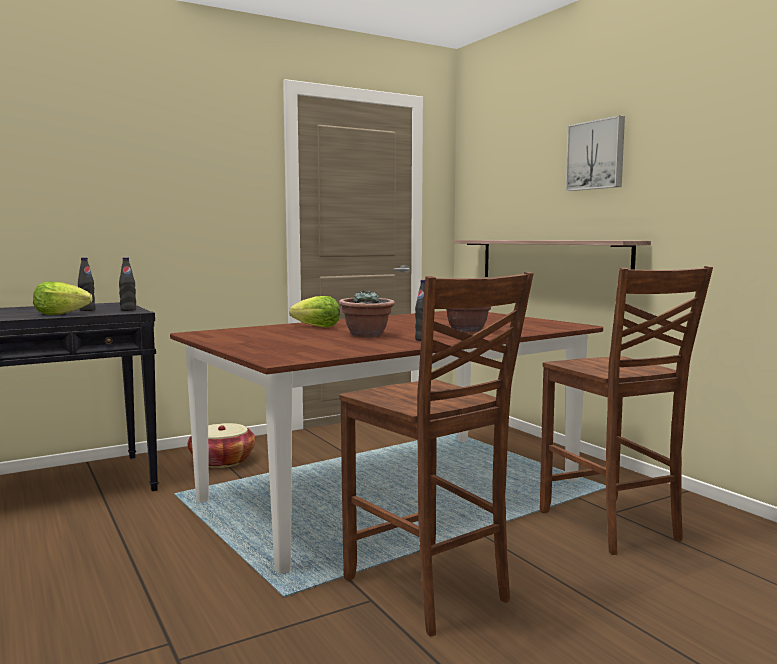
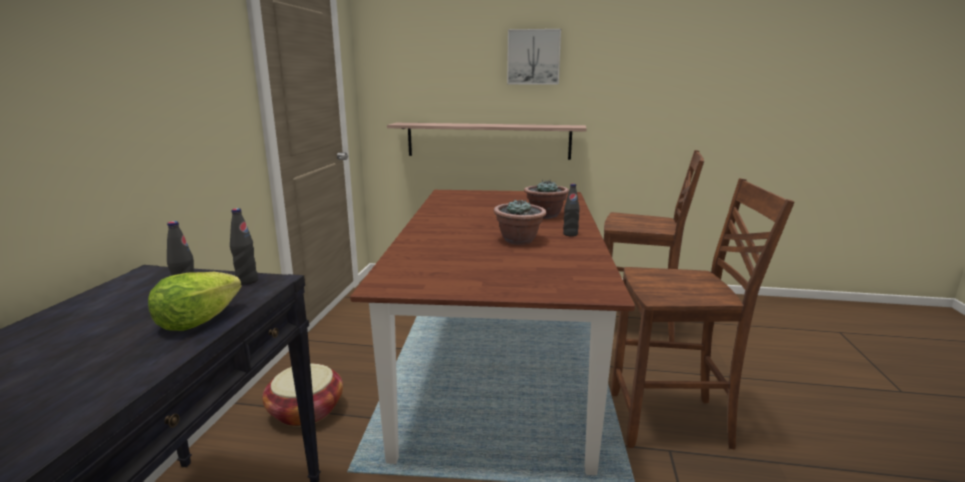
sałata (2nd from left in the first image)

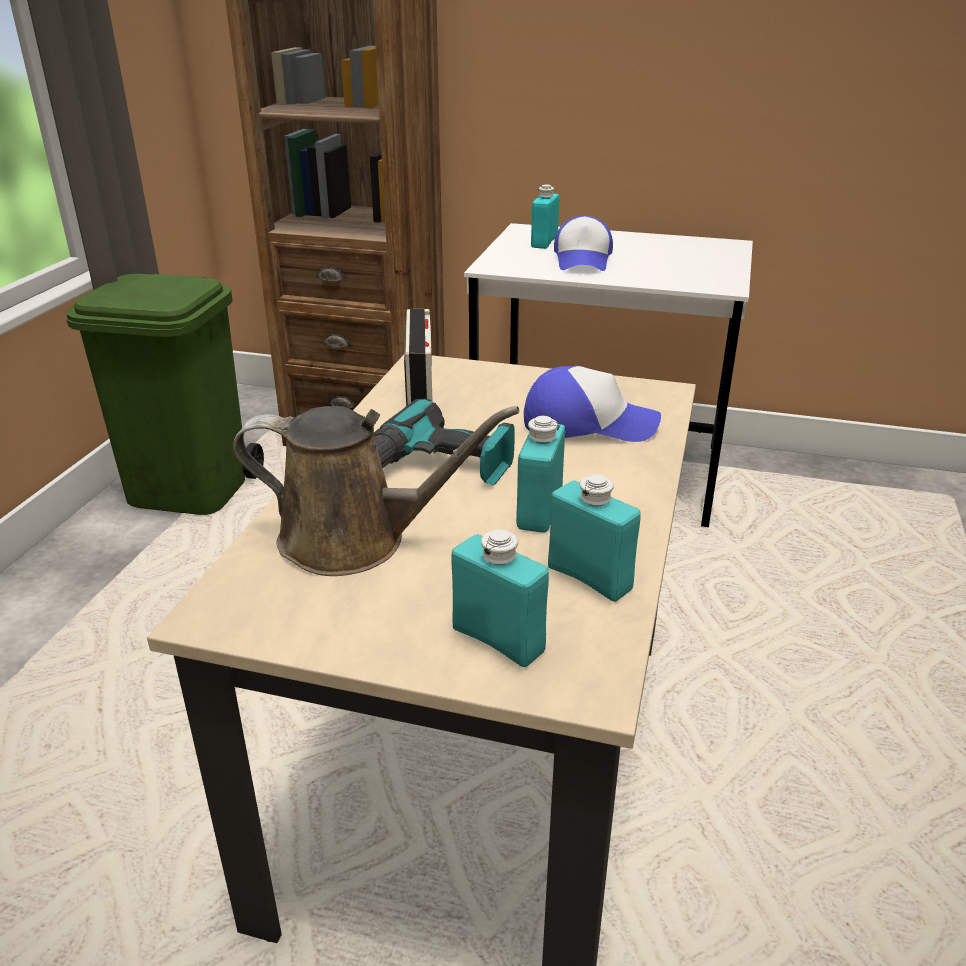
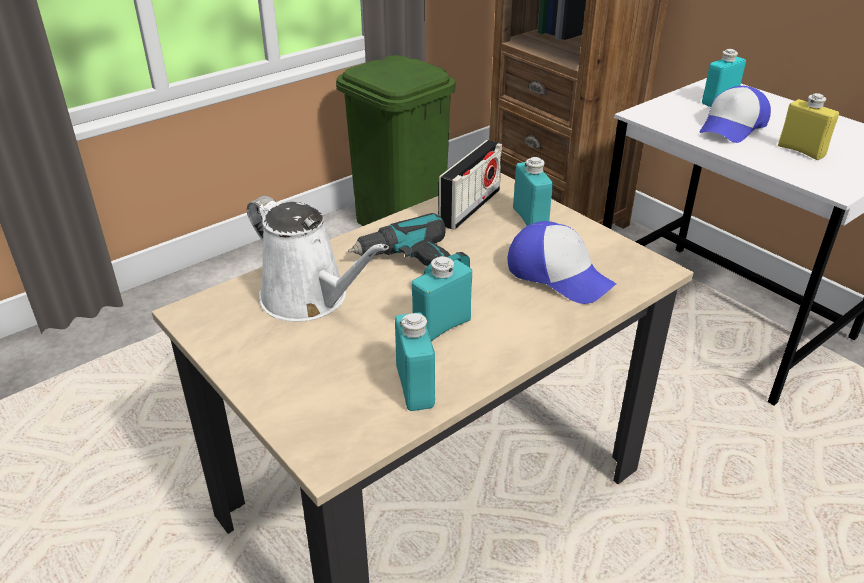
konewka [biały]
butelka [turkusowy] (3rd from left)
butelka [żółty]

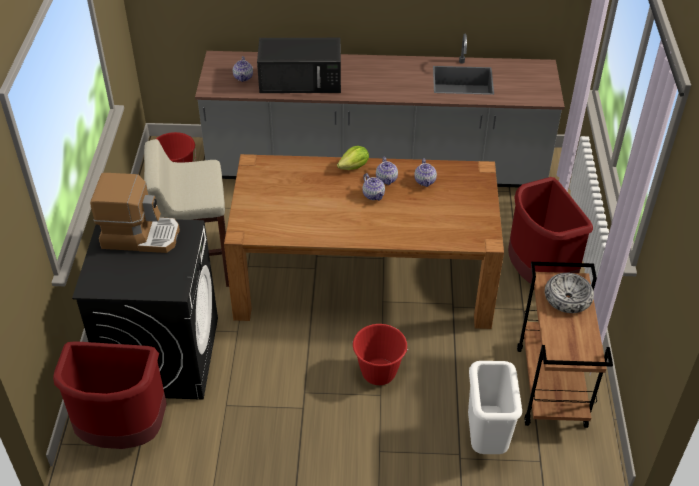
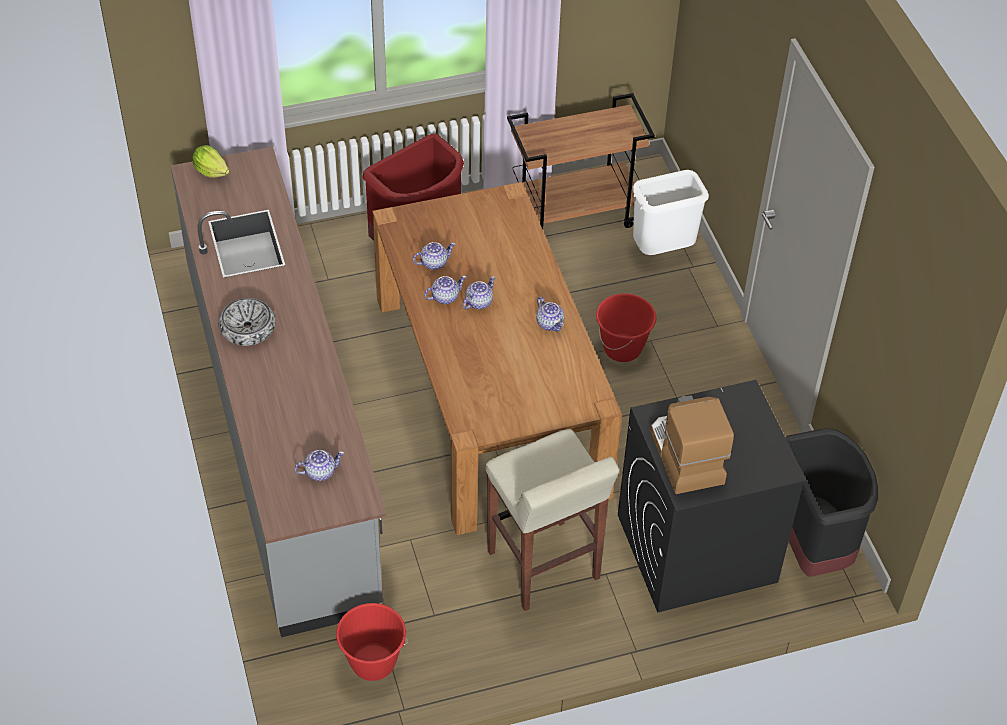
kosz na śmieci [czarny]
mikrofalówka [czarny]
sałata
miska
imbryk (5th from left)

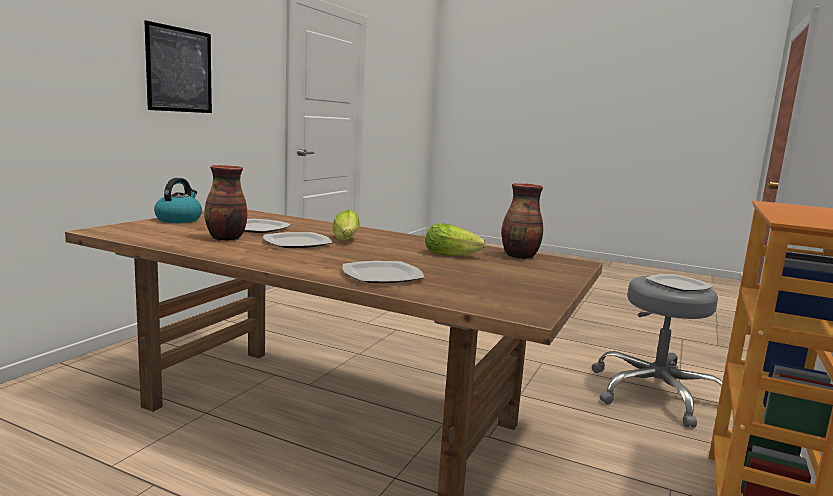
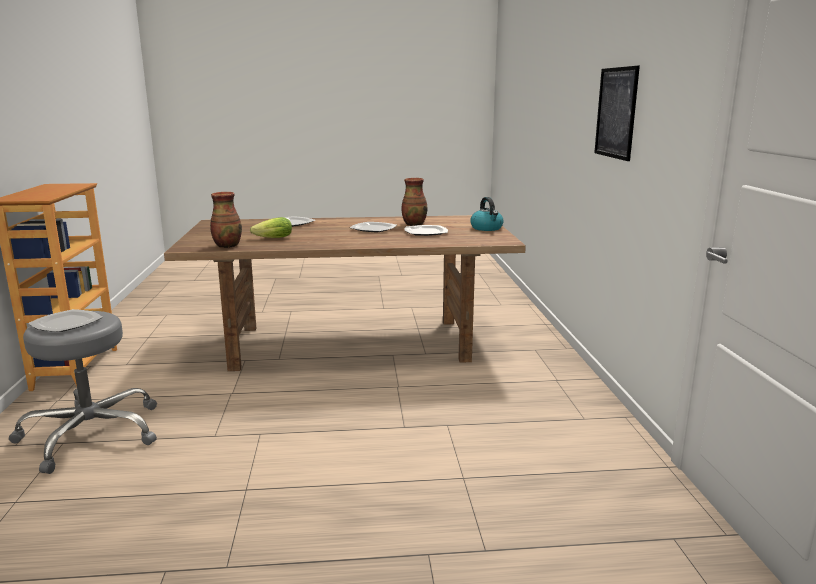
sałata (1st from left in the first image)

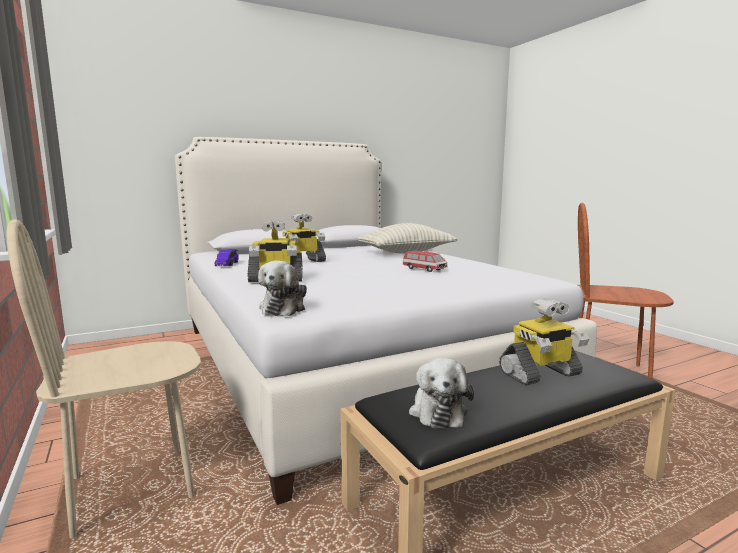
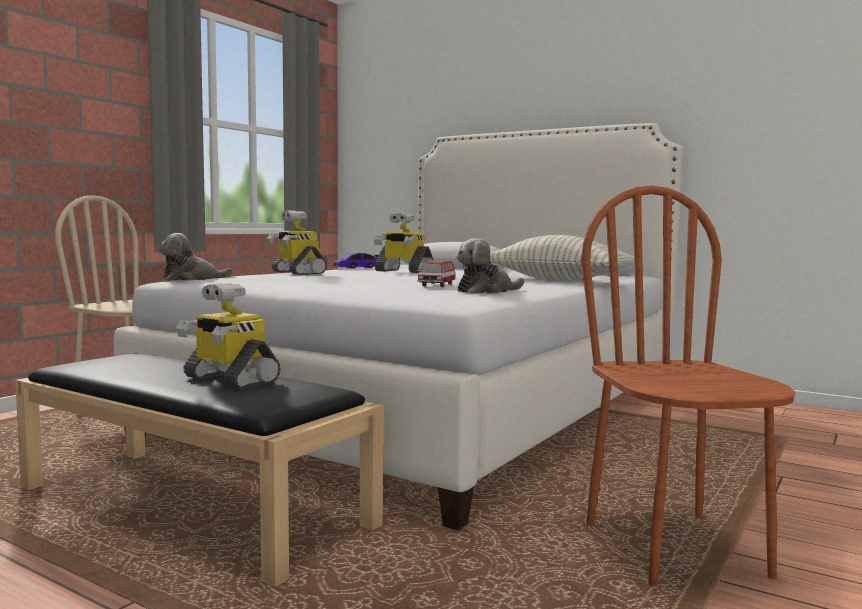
pluszak (2nd from left)

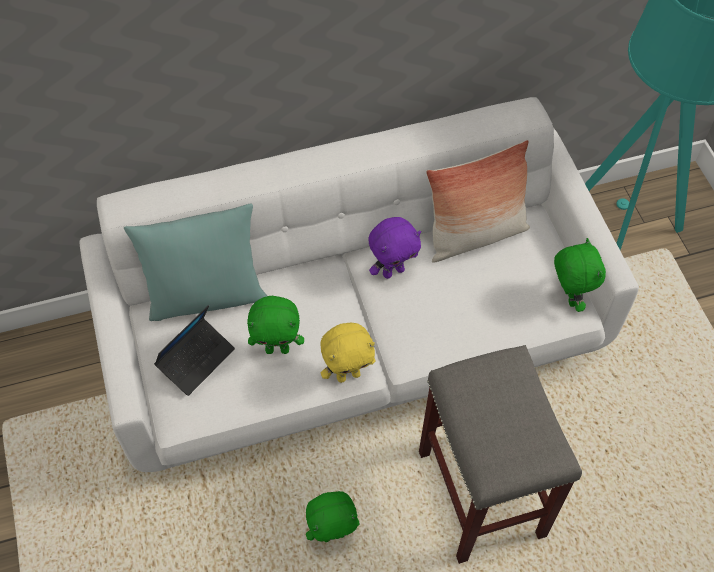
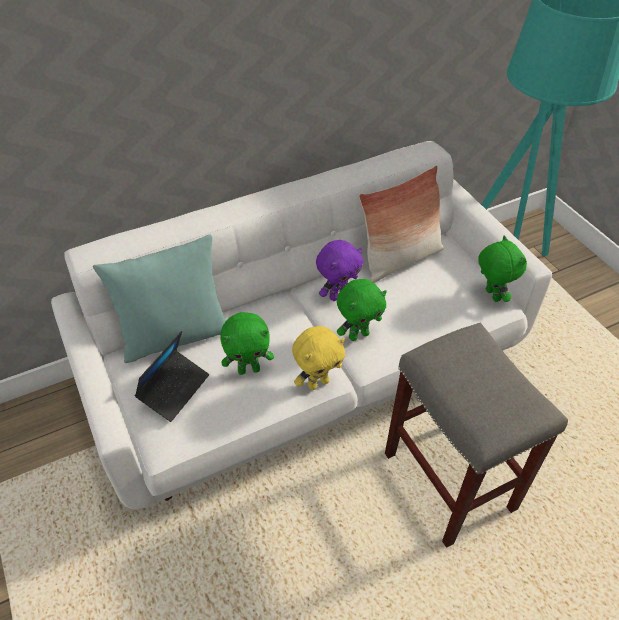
pluszak [zielony] (2nd from left)

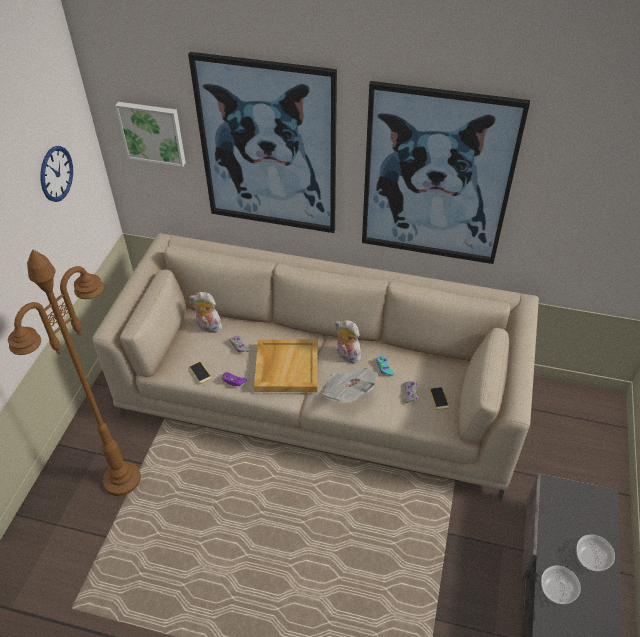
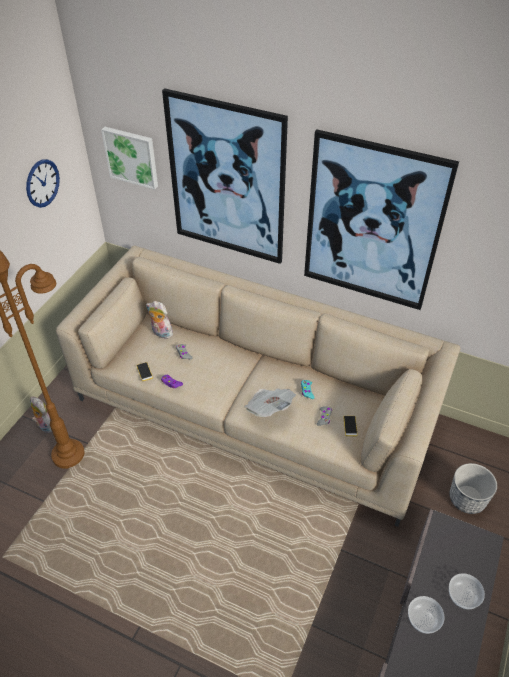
taca [beżowy]
pluszak (1st from left)
donica

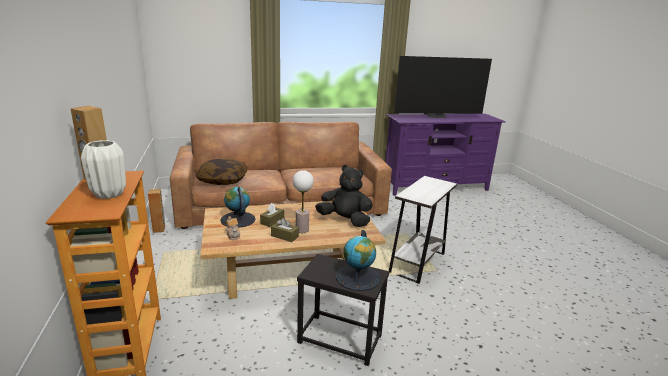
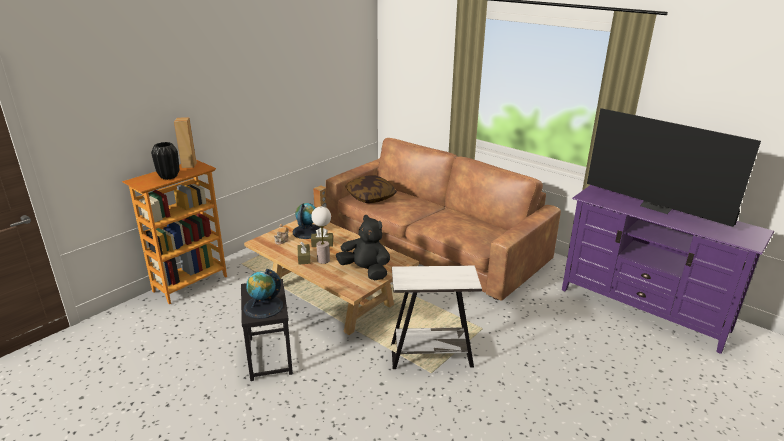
wazon [czarny]
pluszak [czarny]

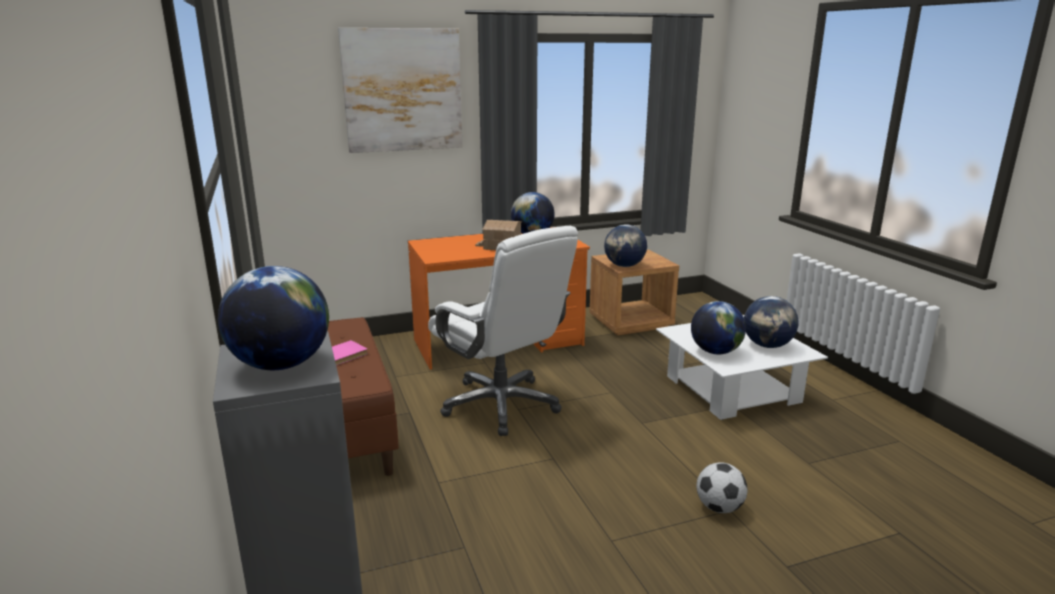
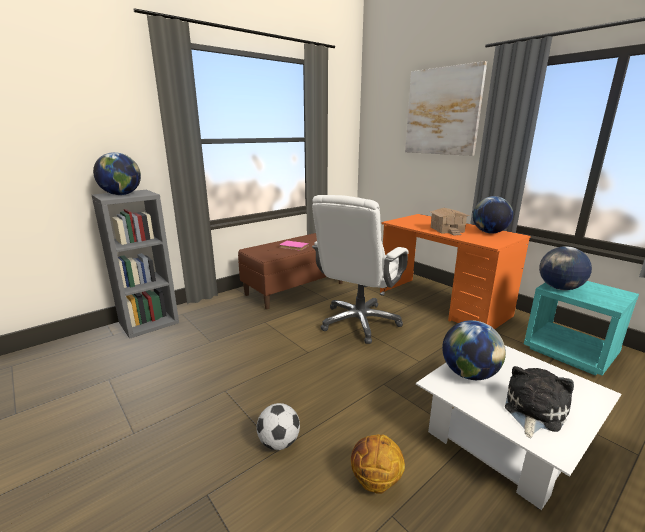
szafka nocna [turkusowy]
pluszak
piłka do koszykówki

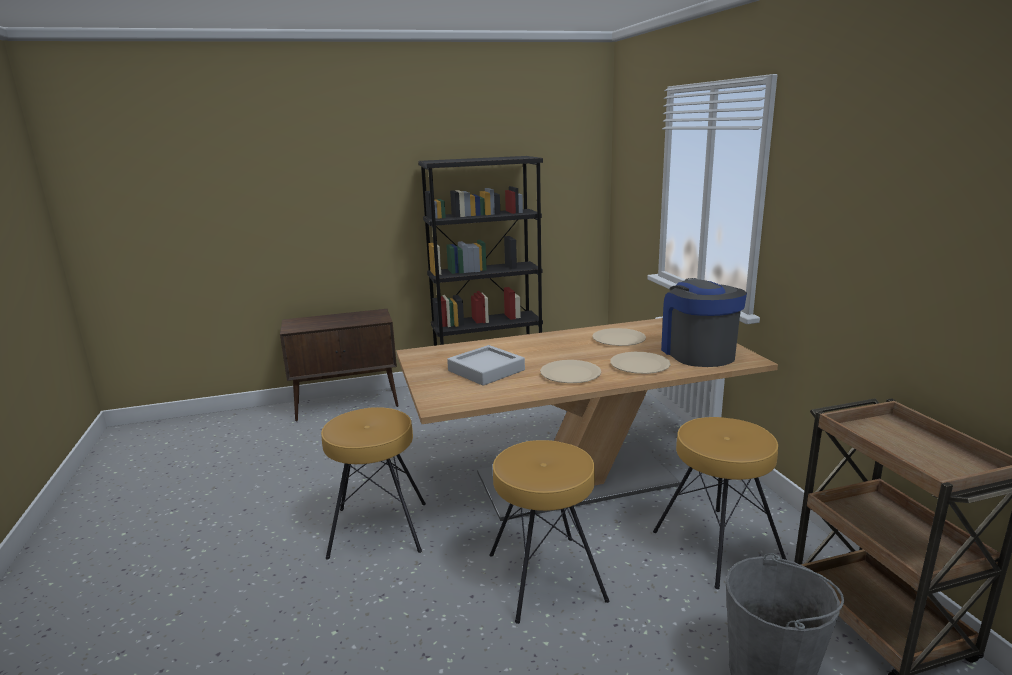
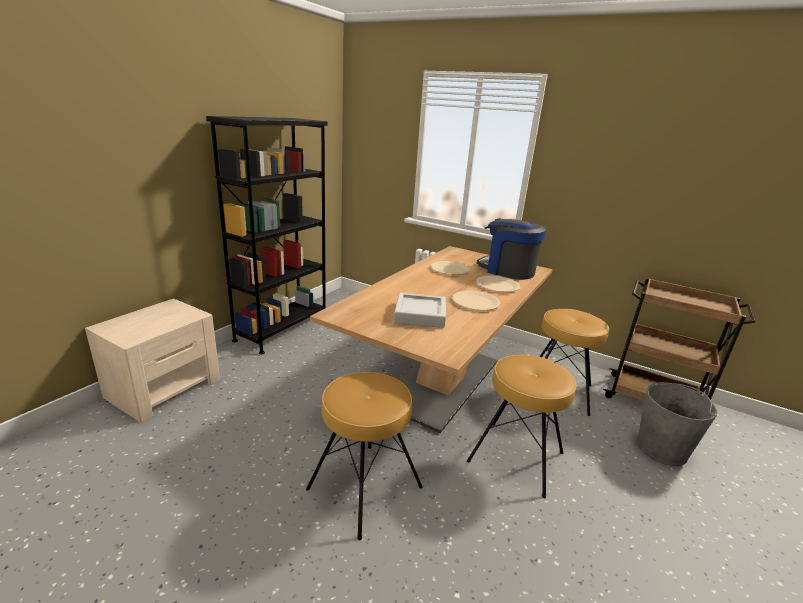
szafka nocna [beżowy]

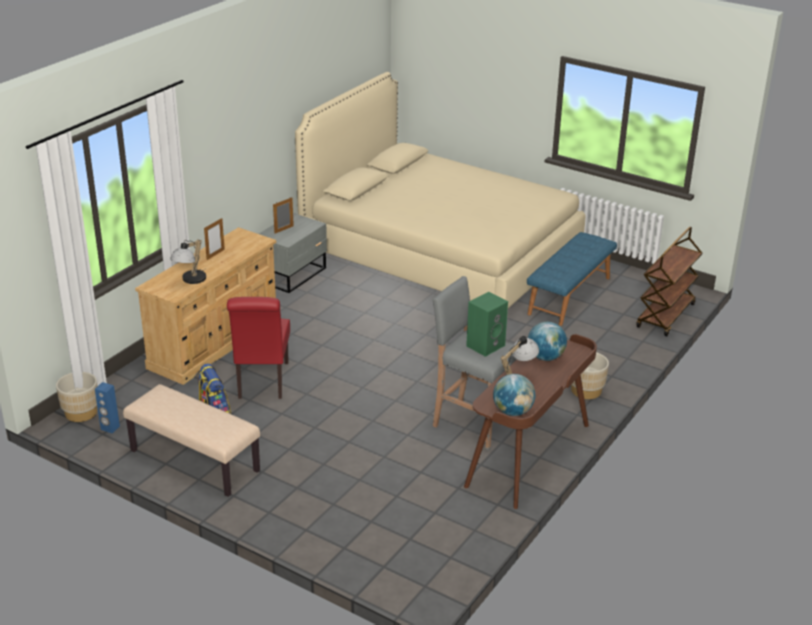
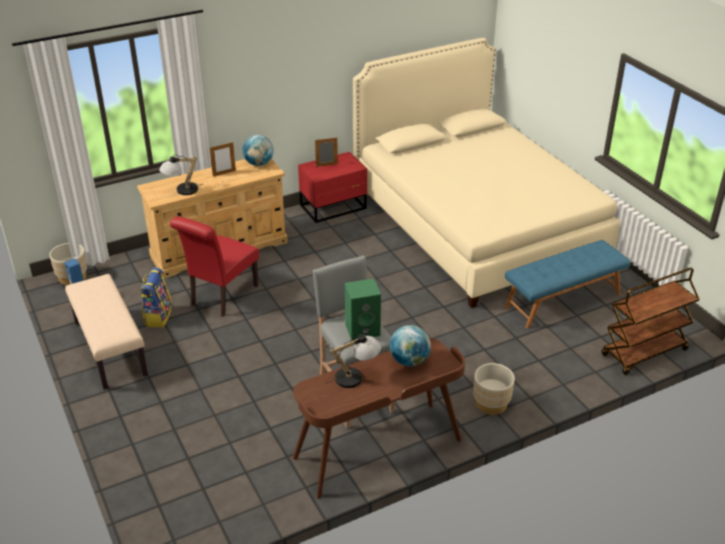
szafka nocna [czerwony]
globus (1st from left)

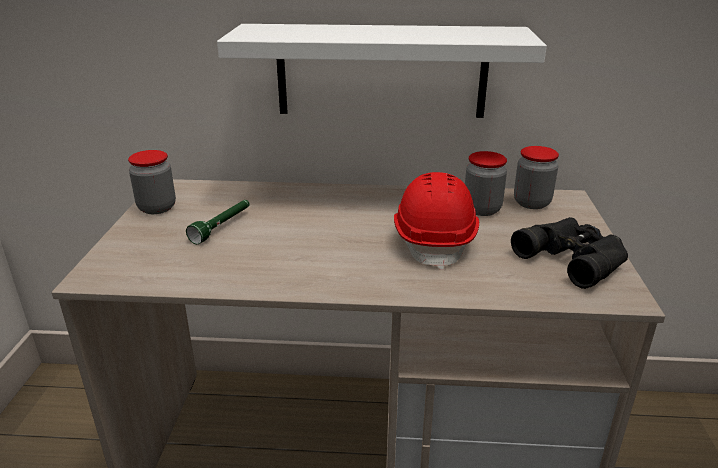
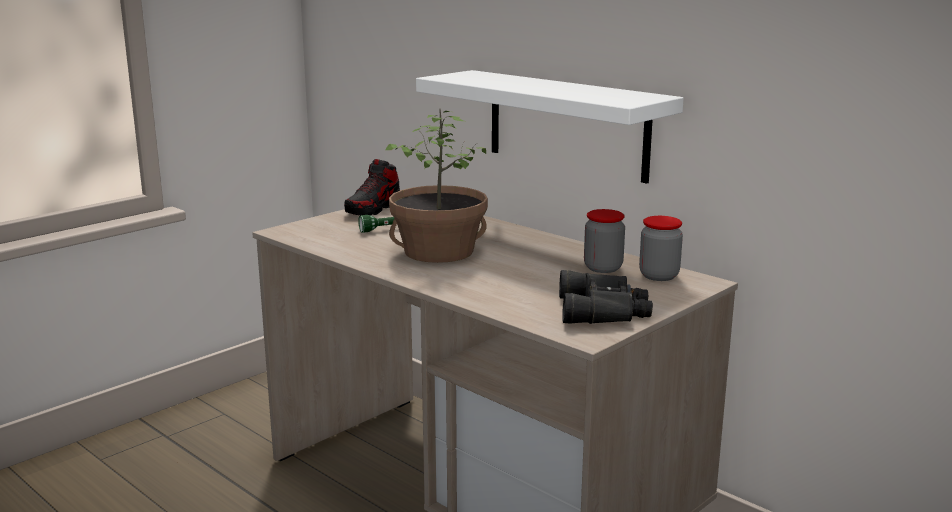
but
kask [czerwony]
roślina doniczkowa

